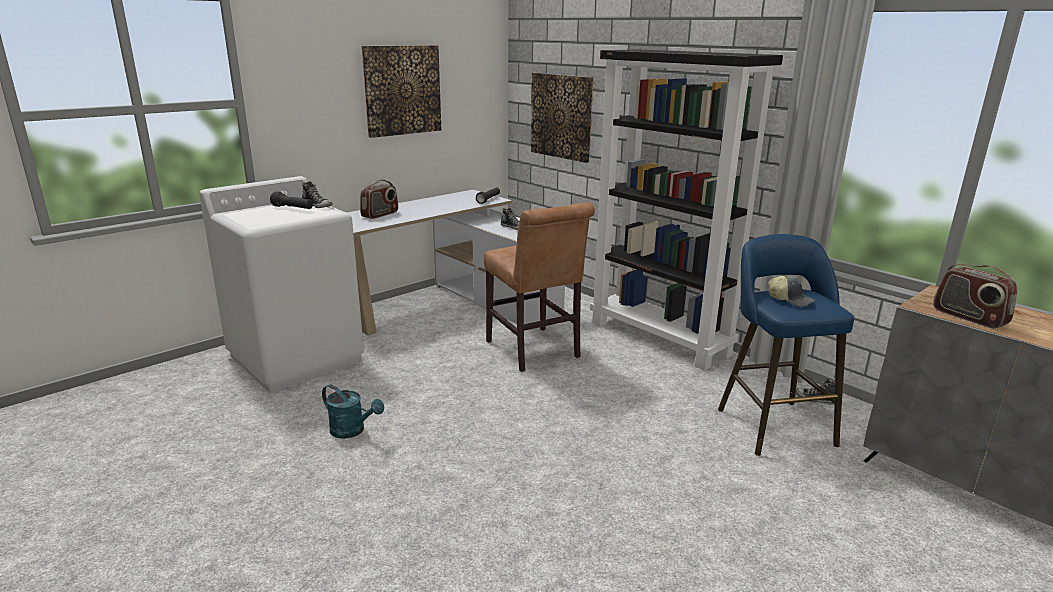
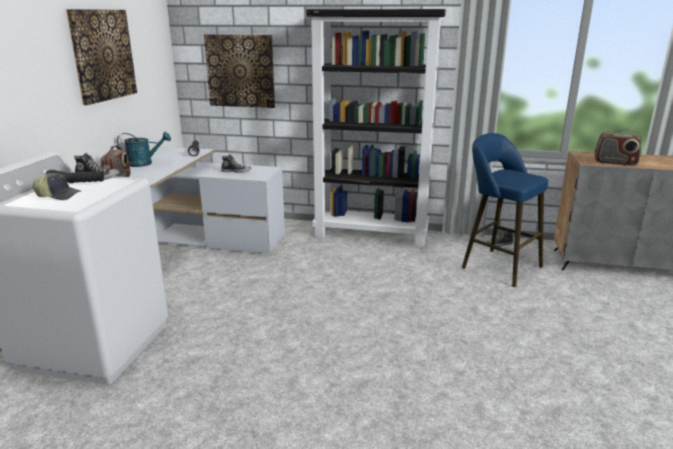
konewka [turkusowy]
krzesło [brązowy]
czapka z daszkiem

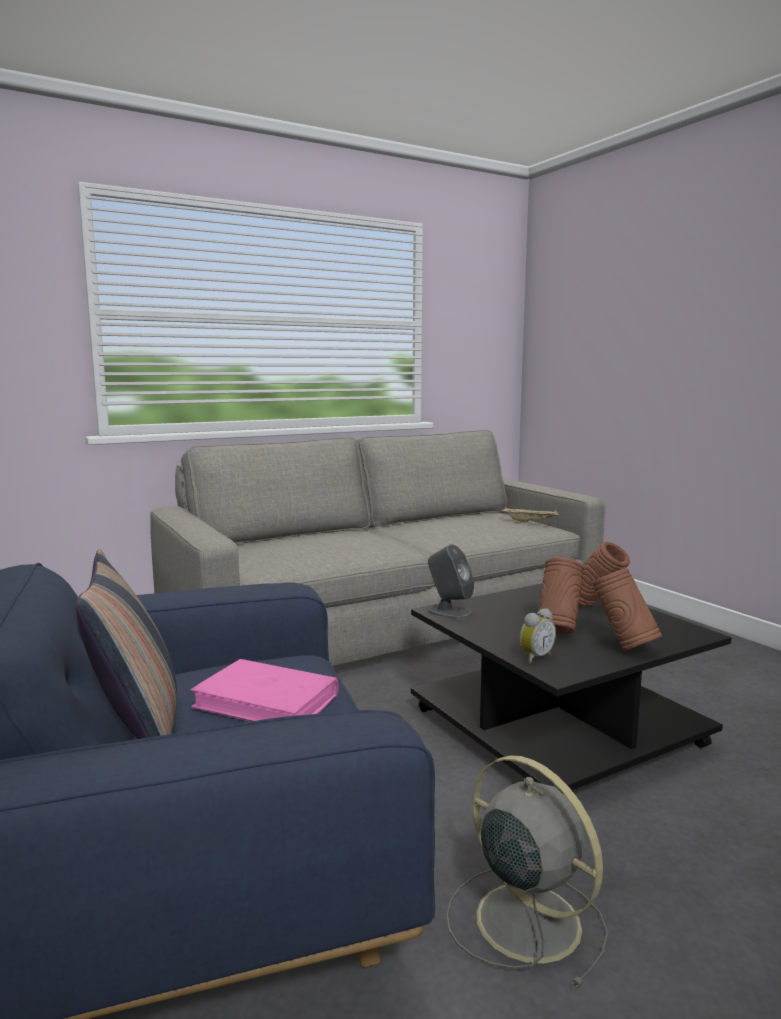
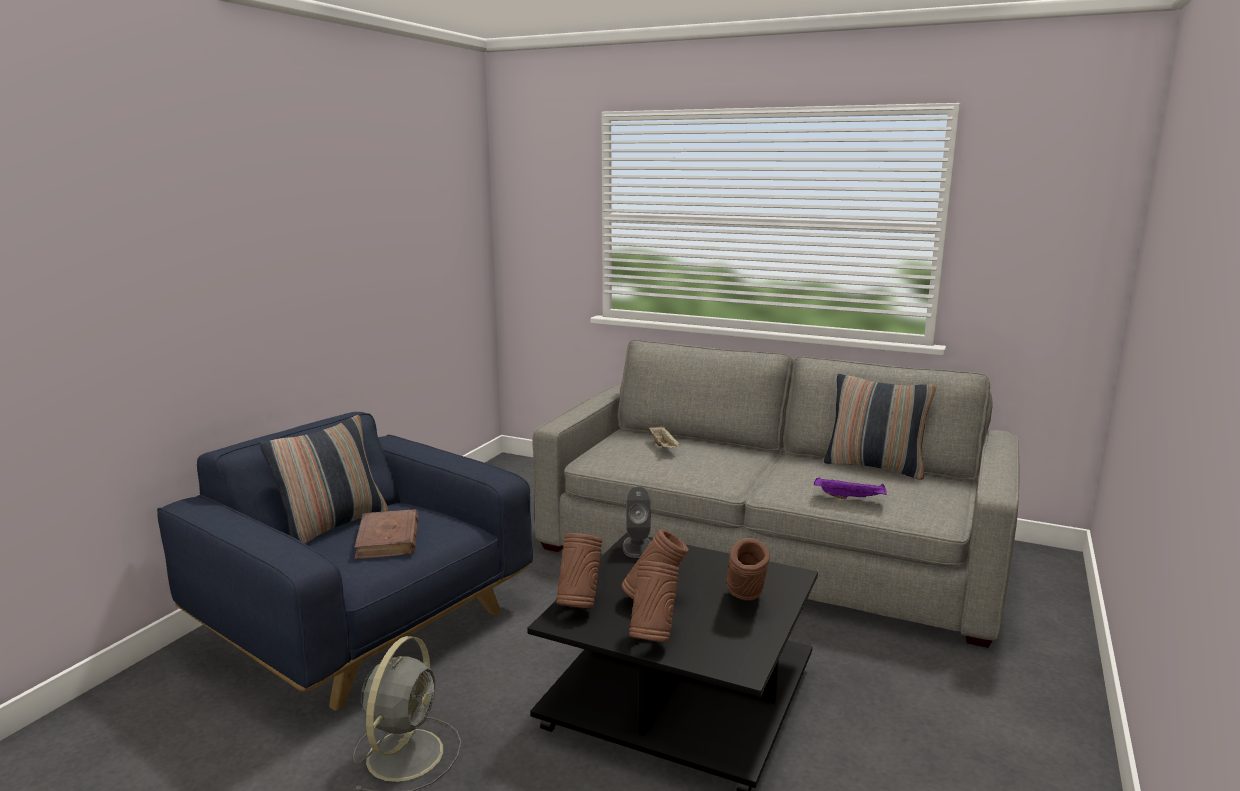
książka [brązowy]
taca [beżowy]
wazon [brązowy] (1st from left)
taca [fioletowy]
poduszka (2nd from left)

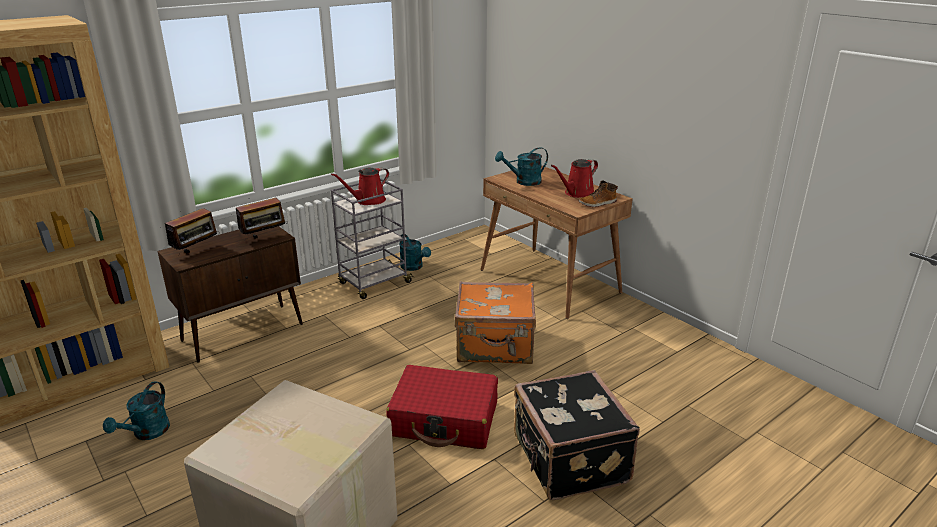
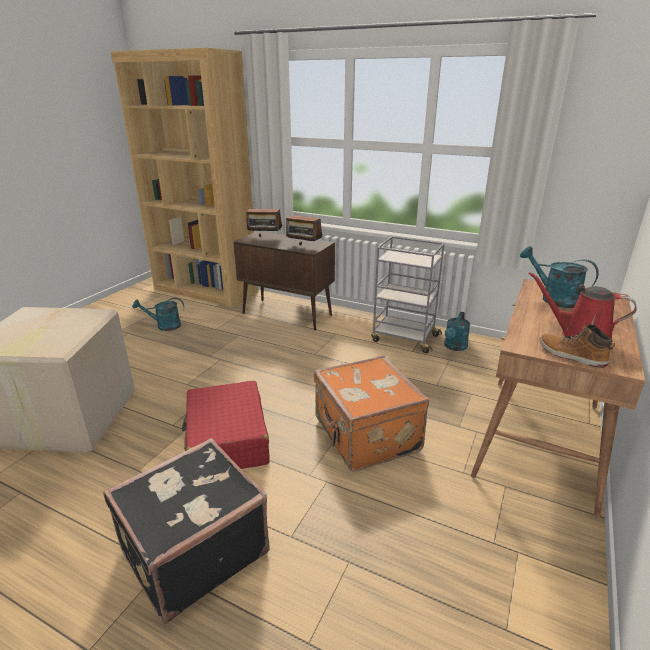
konewka [czerwony] (1st from left in the first image)

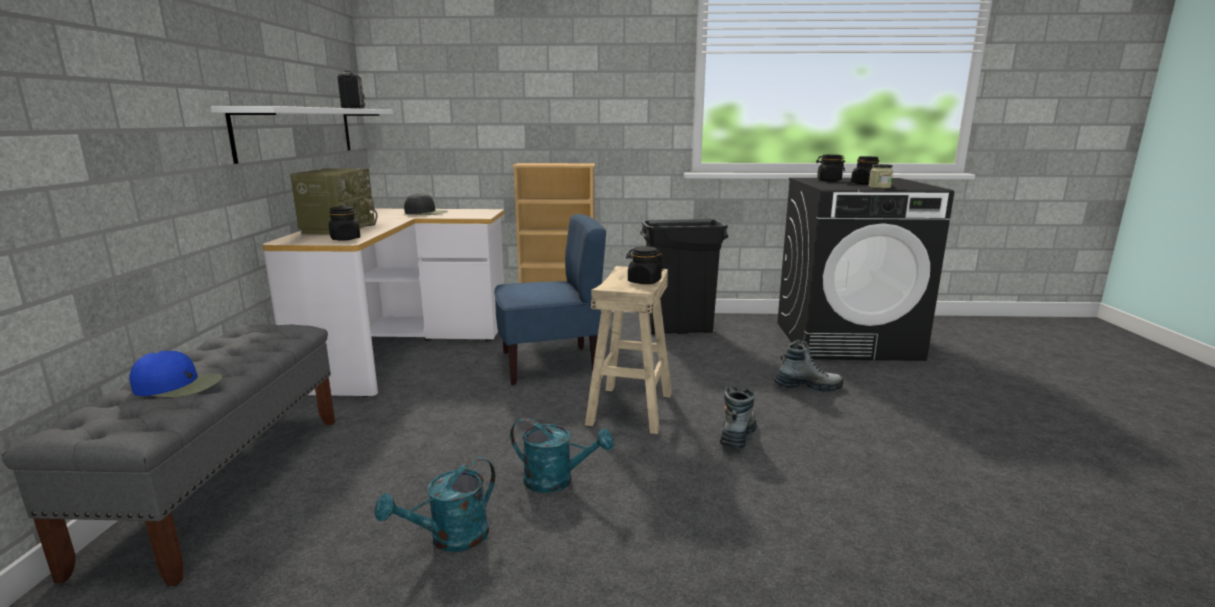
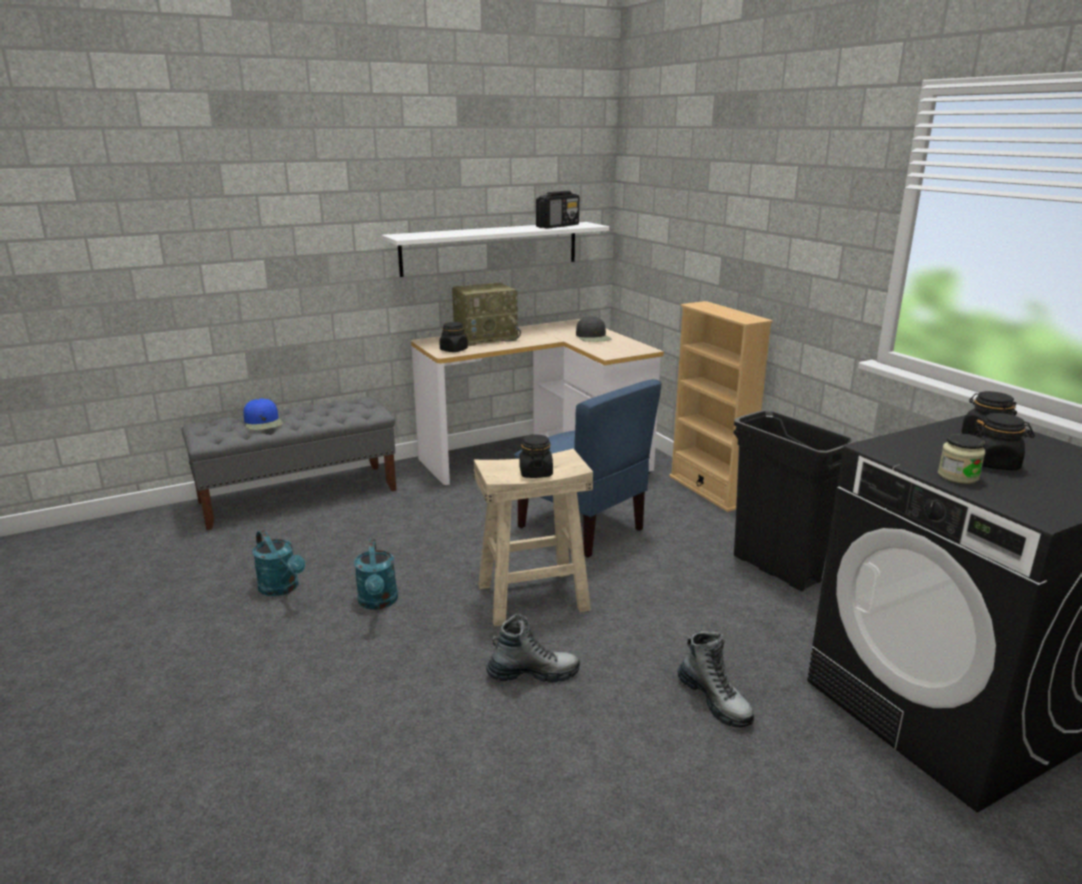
konewka [turkusowy] (1st from left)

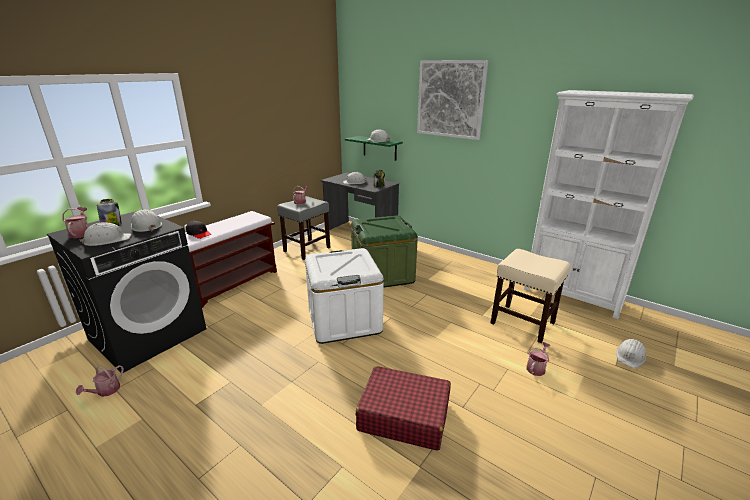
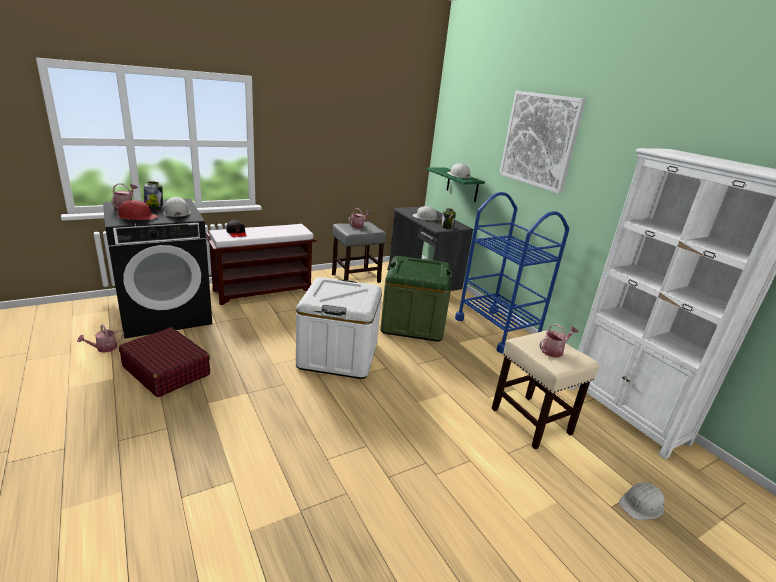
kask [czerwony]
walizka [czerwony]
konewka (4th from left)
wózek [niebieski]

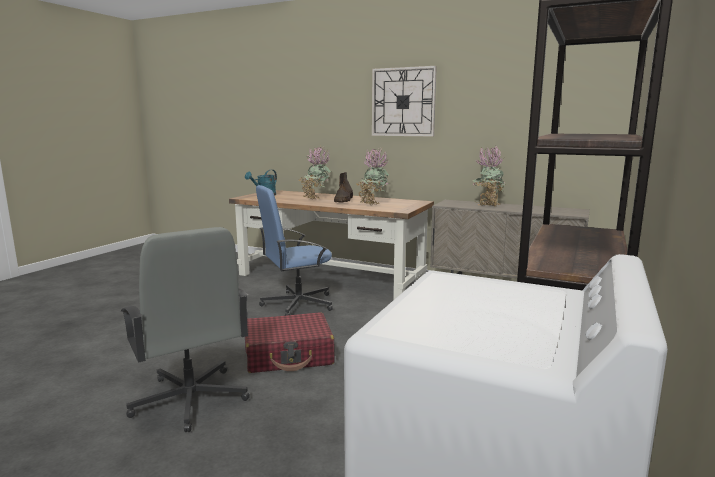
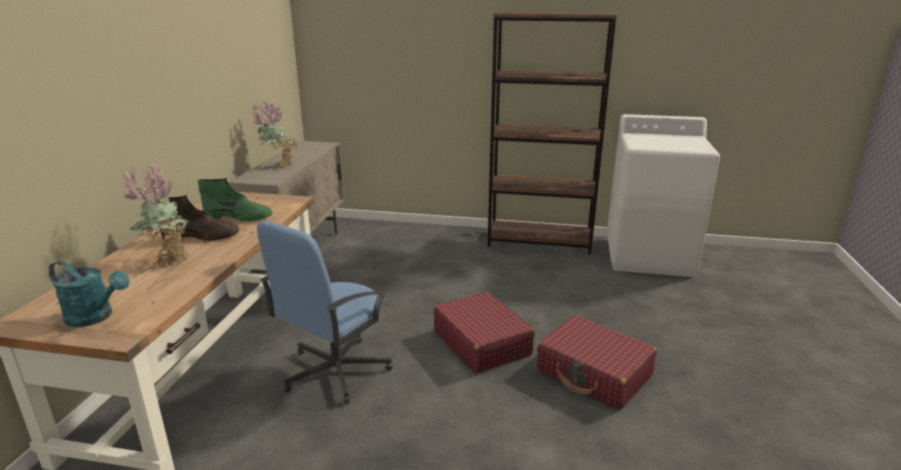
walizka [czerwony] (2nd from left)
krzesło biurowe [niebieski]
but z cholewką [zielony]
zegar ścienny

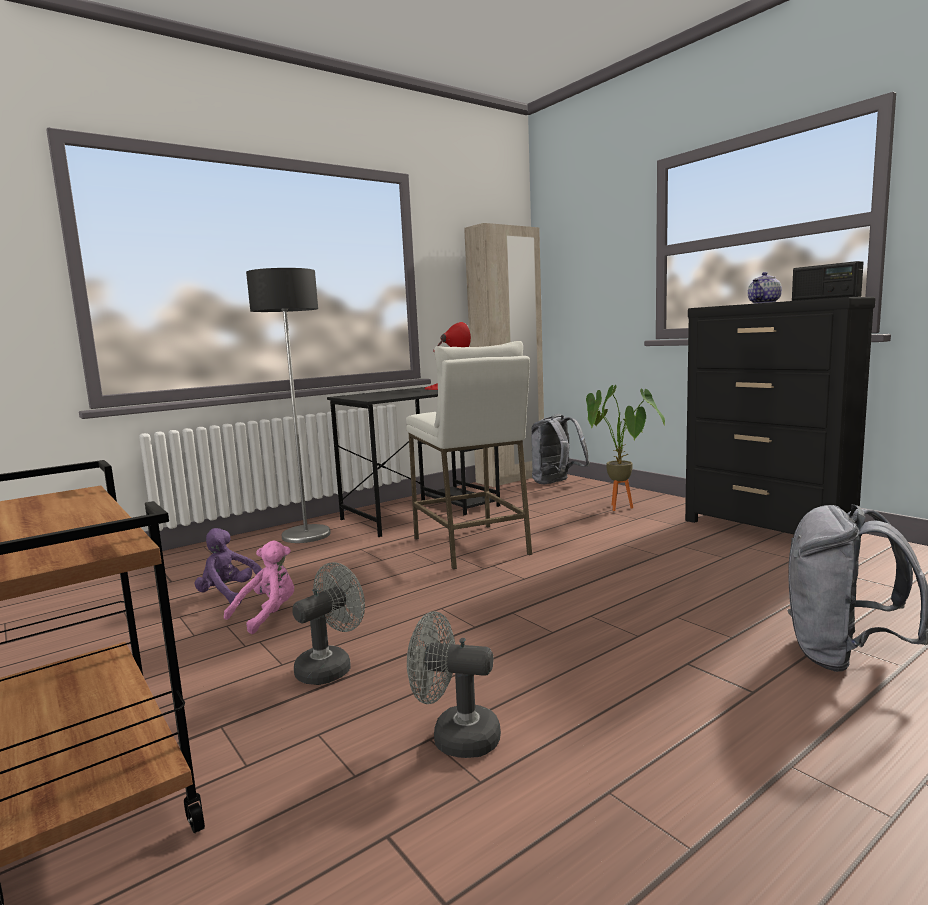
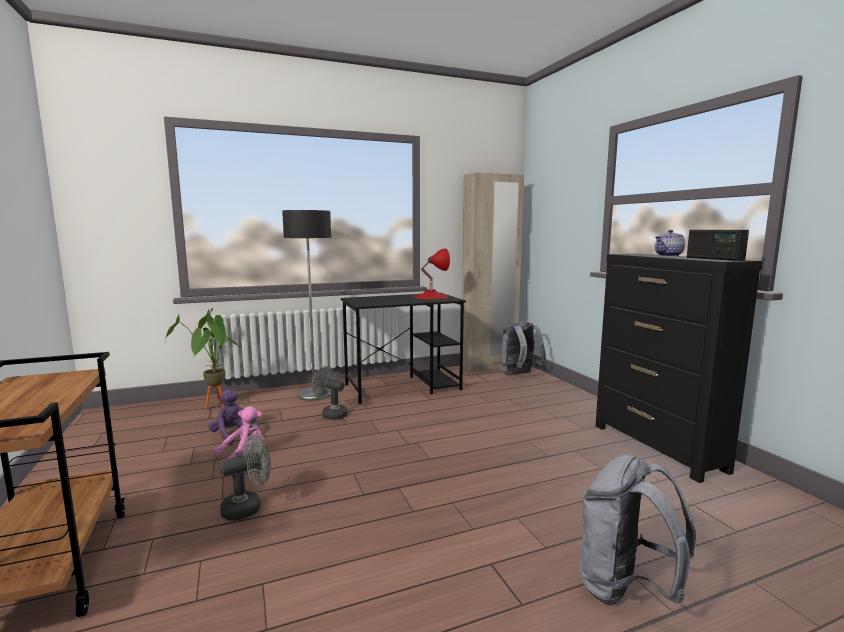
stołek [biały]
wentylator [szary] (2nd from left)
roślina doniczkowa

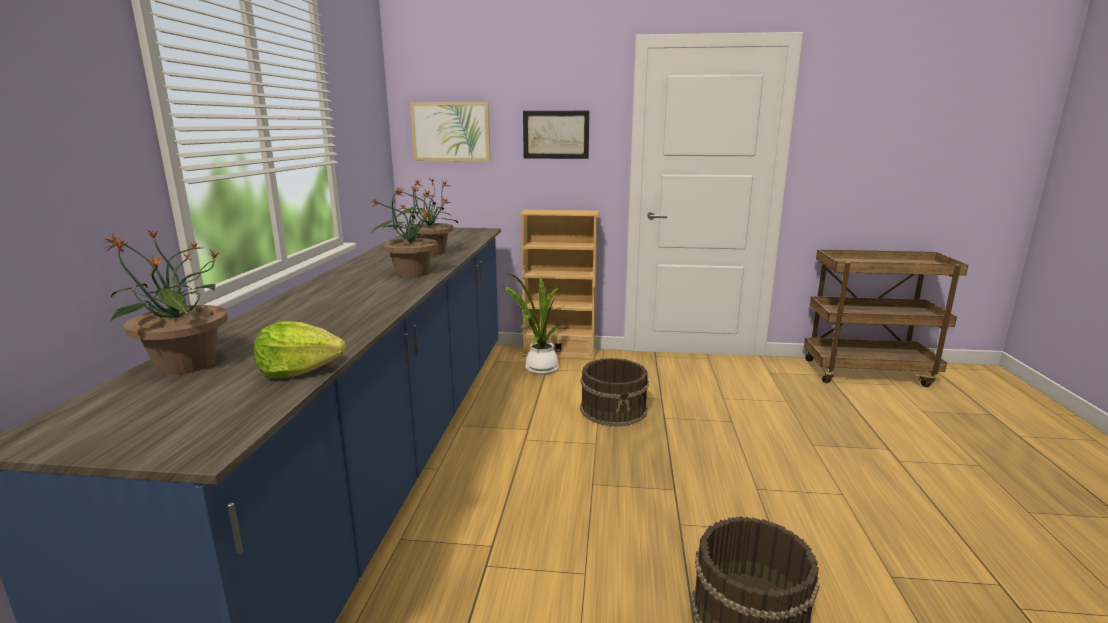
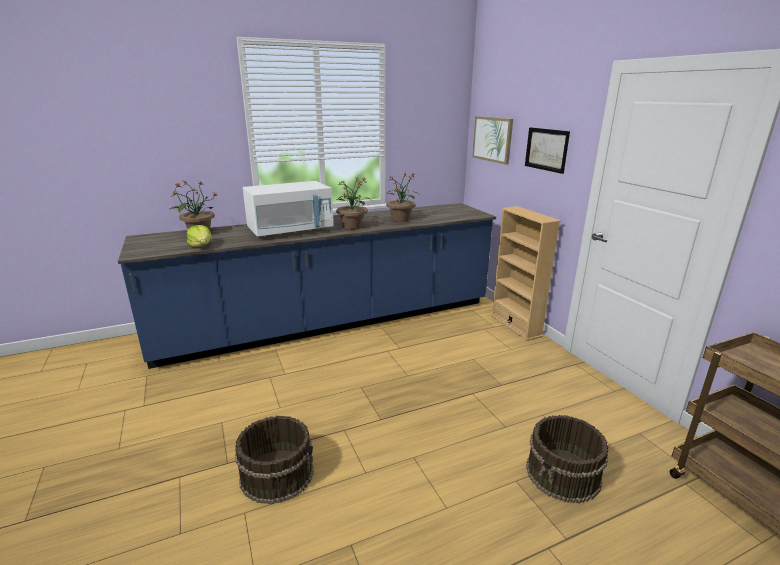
roślina doniczkowa (4th from left in the first image)
wiadro [brązowy] (2nd from left)
mikrofalówka [biały]

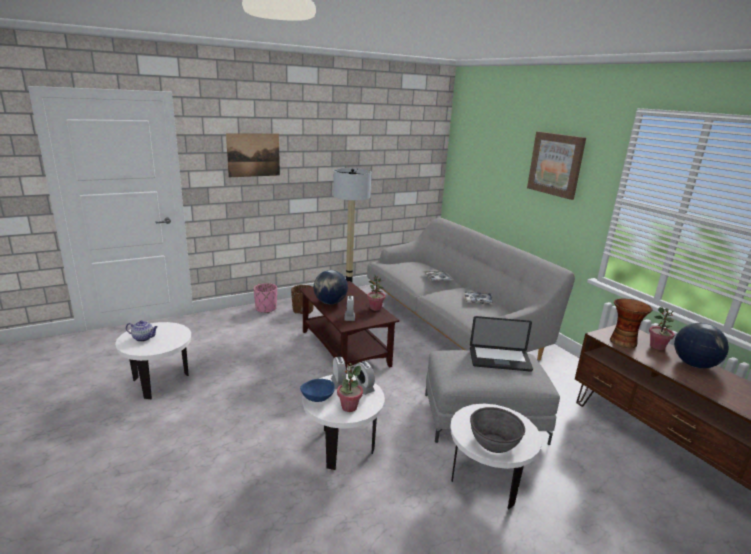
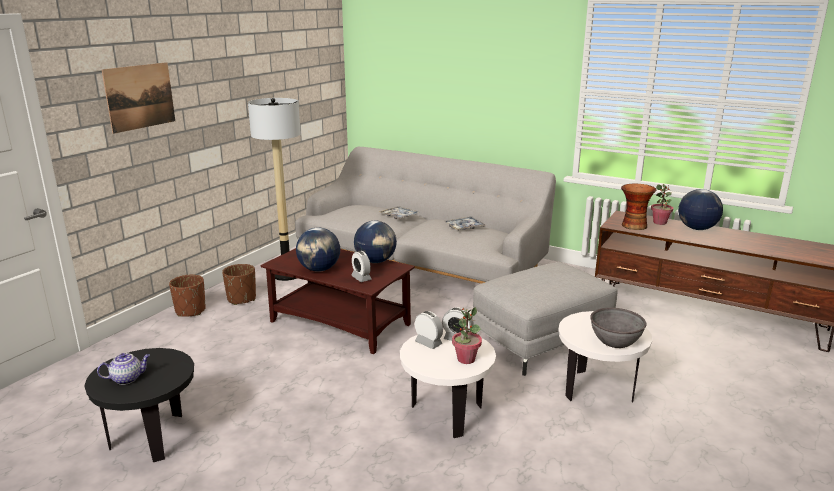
stolik [czarny]
donica [brązowy] (1st from left)
miska [niebieski]
globus (2nd from left)
laptop
obraz (2nd from left in the first image)

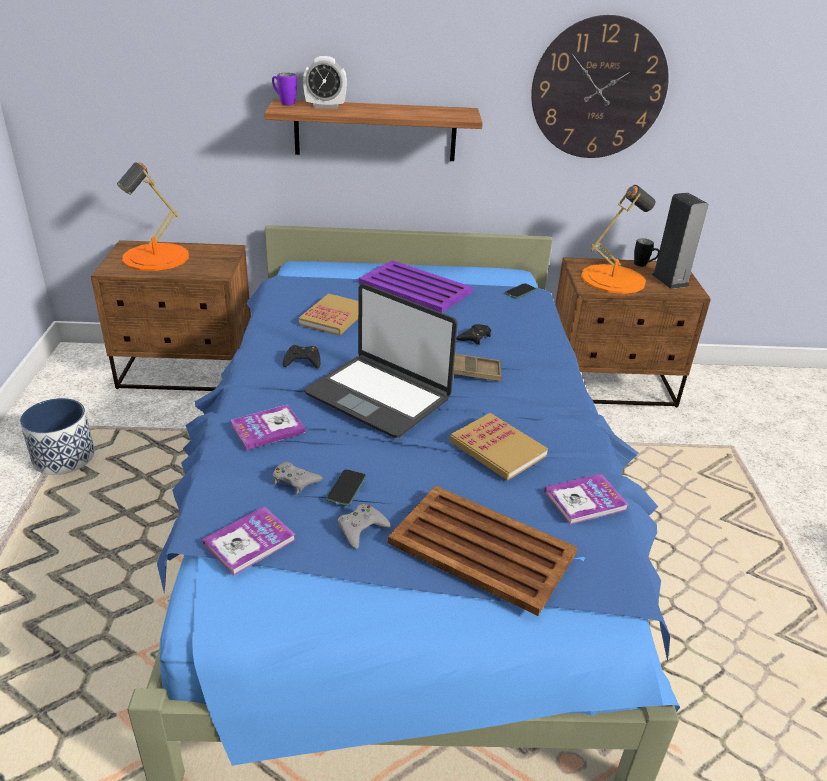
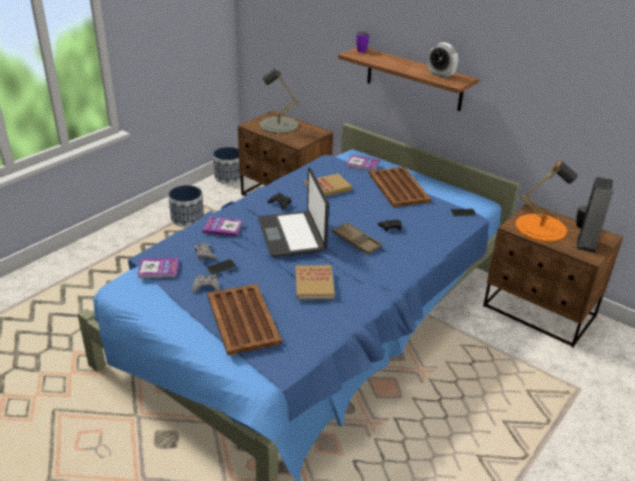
lampa stołowa [szary]
budzik
taca [brązowy] (3rd from left)
zegar ścienny
książka (5th from left)
donica (2nd from left)

